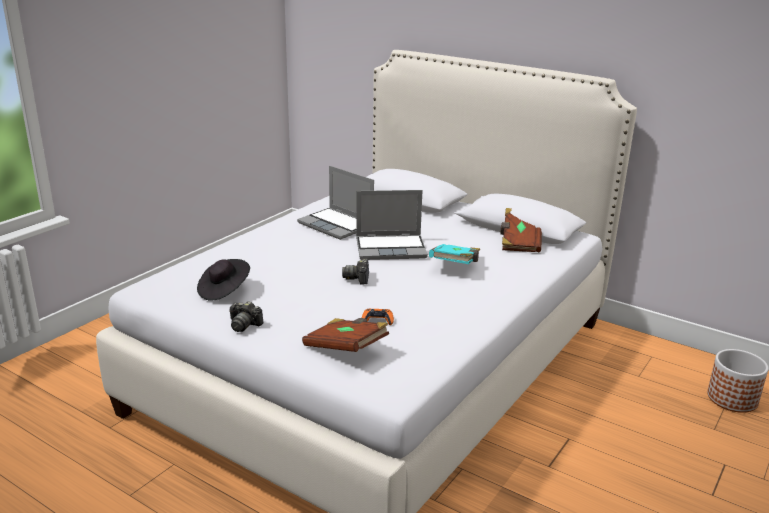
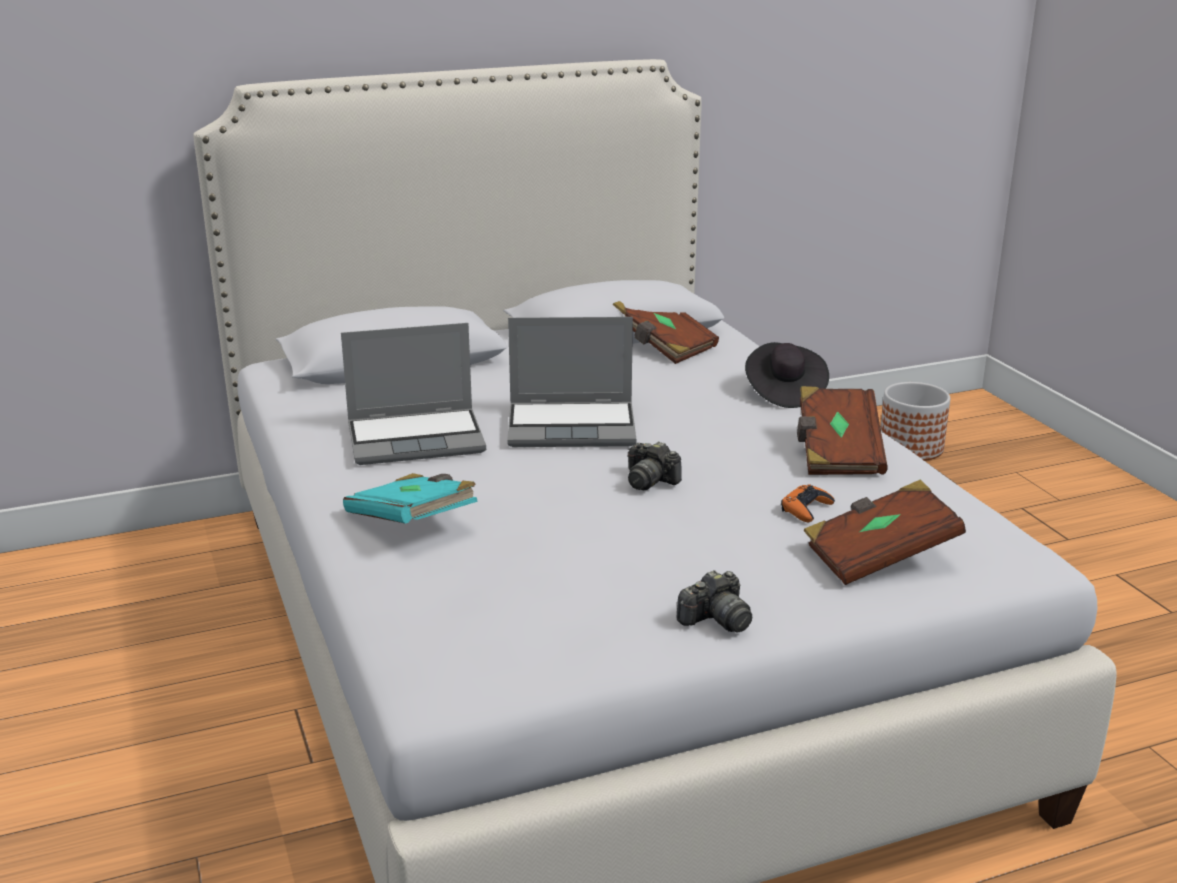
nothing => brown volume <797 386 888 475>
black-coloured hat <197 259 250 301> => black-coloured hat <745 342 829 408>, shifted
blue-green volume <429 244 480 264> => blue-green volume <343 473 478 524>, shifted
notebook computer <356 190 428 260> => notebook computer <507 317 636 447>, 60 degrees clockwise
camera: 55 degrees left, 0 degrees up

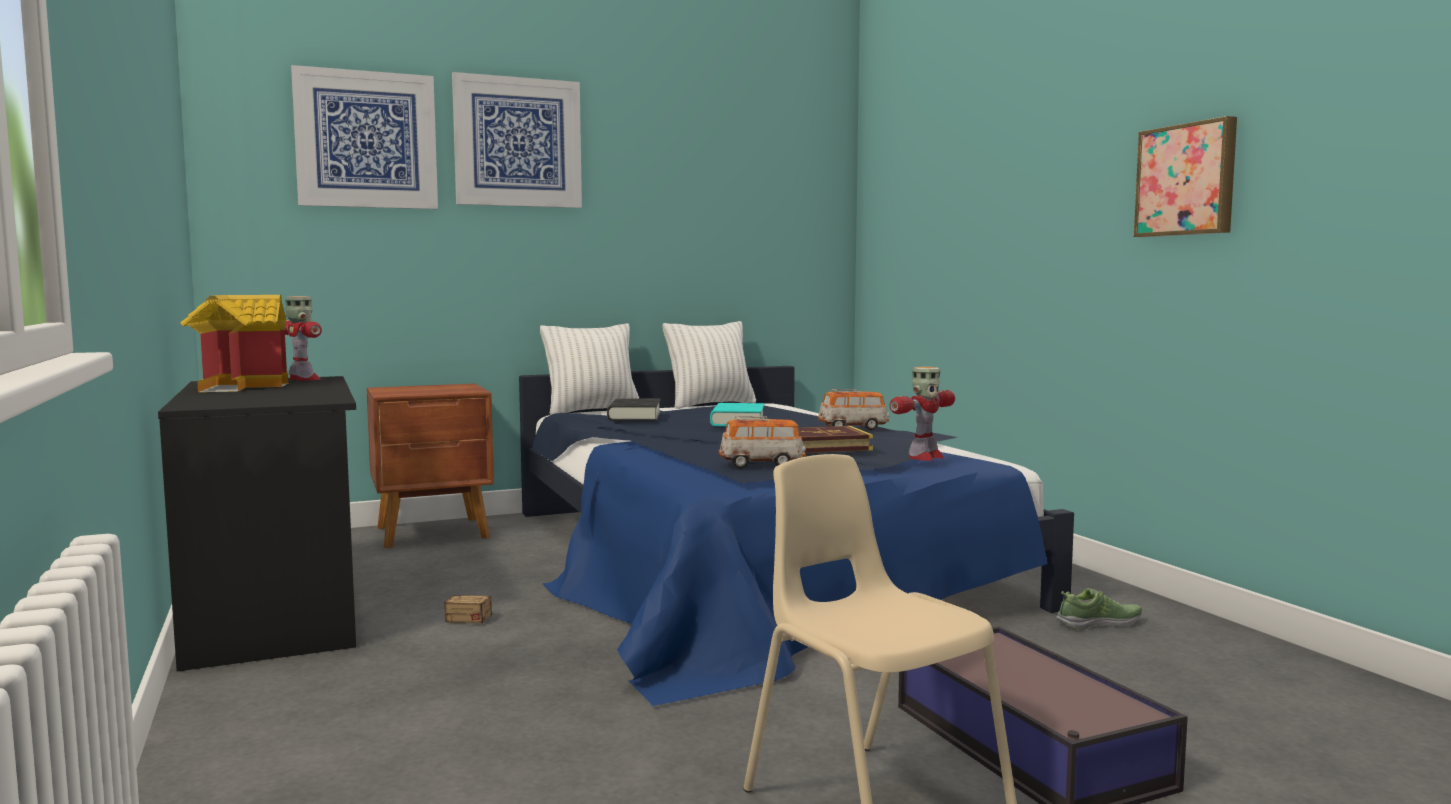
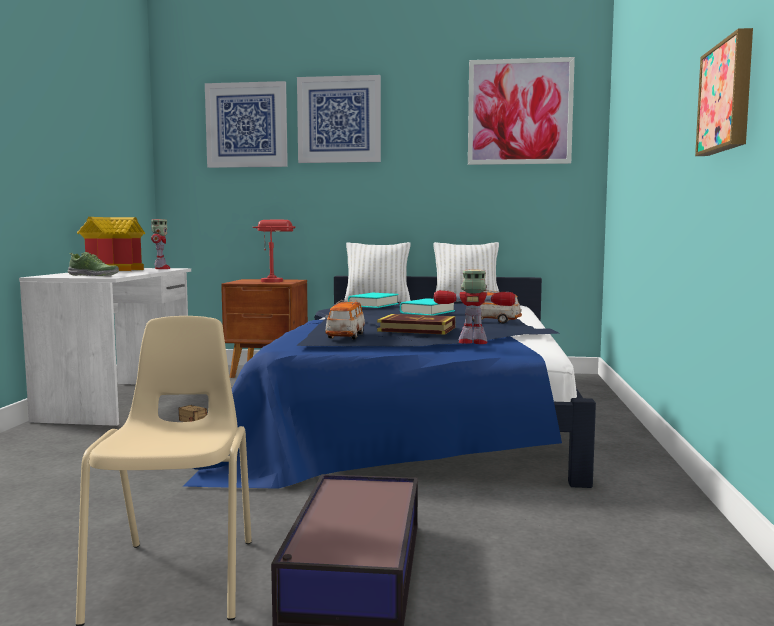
nothing => reddish tabletop lamp <252 220 295 282>
nothing => wall picture <468 57 575 165>
item of footwear <1056 588 1142 630> => item of footwear <68 252 119 276>, shifted
black-coloured desk unit <158 376 356 671> => whitish desk unit <19 268 191 426>
black-coloured volume <607 398 661 421> => blue-green volume <348 293 399 308>
toy car <718 416 806 469> => toy car <325 300 365 339>, 75 degrees clockwise
robot figure <889 367 955 461> => robot figure <434 269 516 344>, 150 degrees counterclockwise
camera: 30 degrees right, 0 degrees up

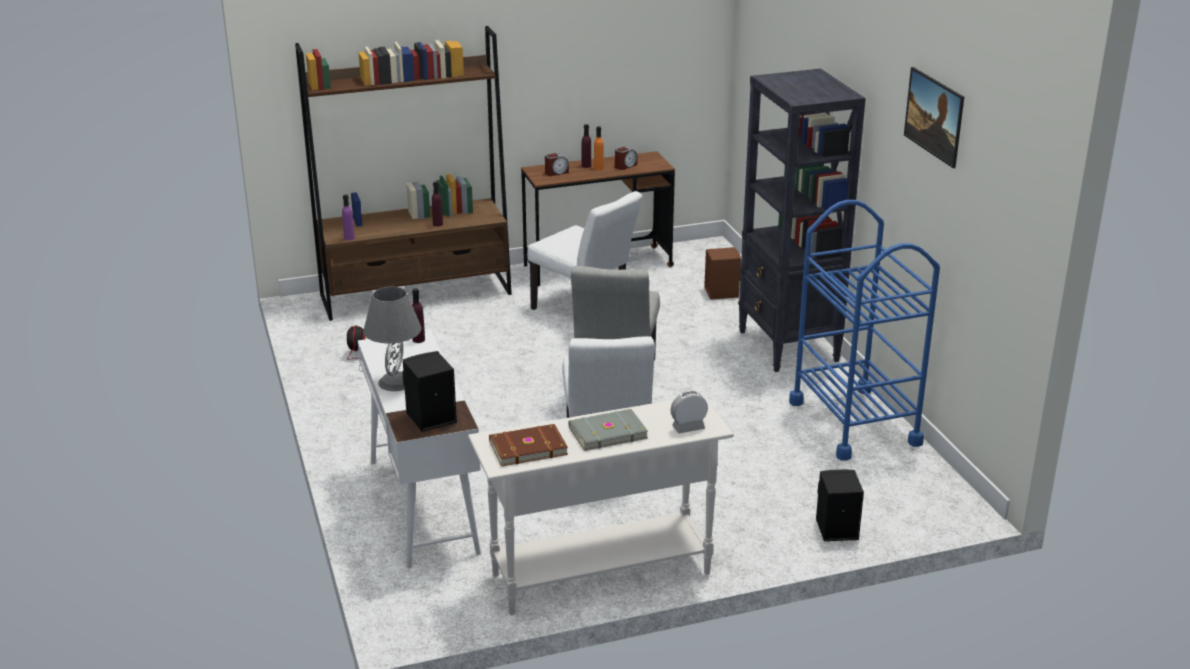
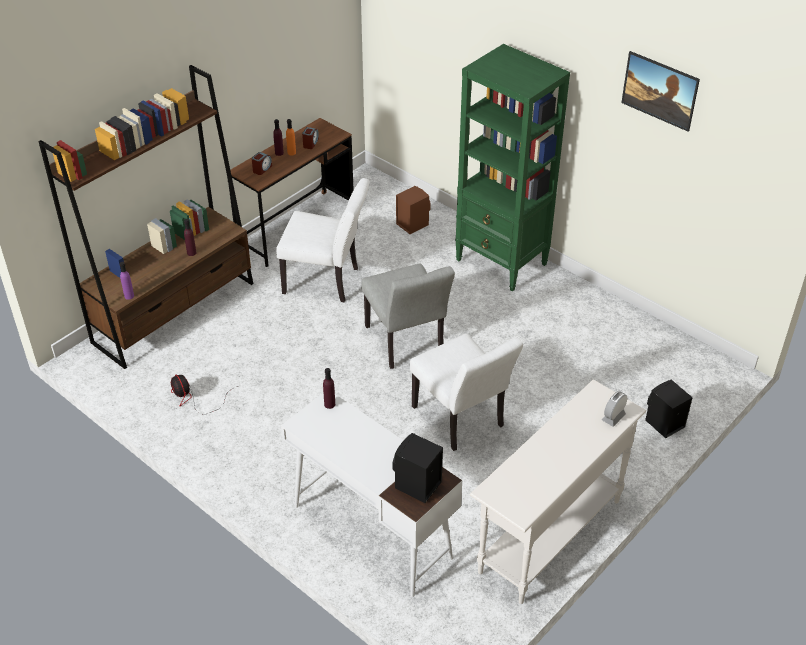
greyish tabletop lamp <363 286 421 391> => nothing
brown volume <489 424 568 466> => nothing
greyish volume <568 409 648 451> => nothing
bluish wheeled cart <789 200 940 461> => nothing
black-coloured bookcase <738 68 866 372> => greenish bookcase <455 44 570 291>
camera: 30 degrees left, 15 degrees up

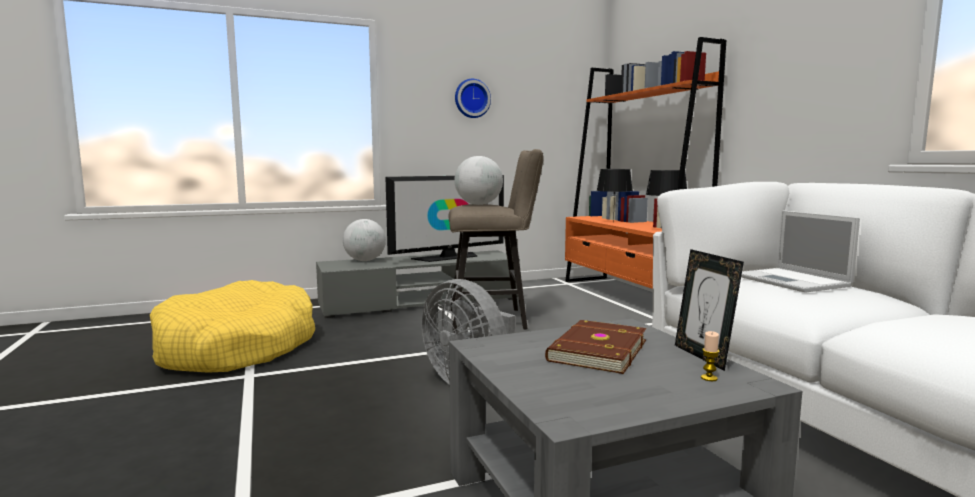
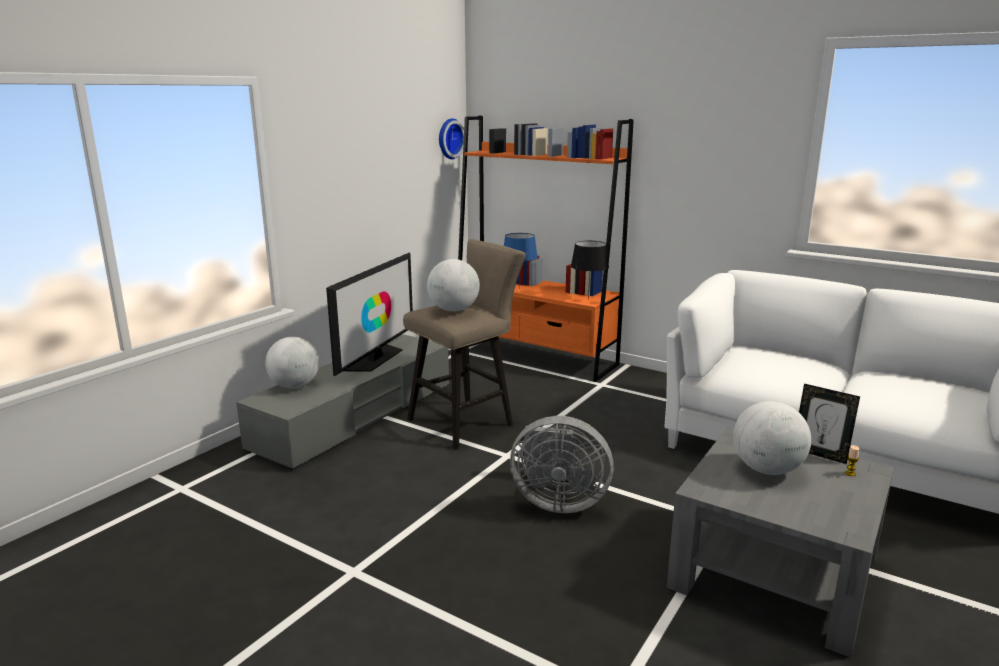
yellow pet bed <150 280 315 373> => nothing
notebook computer <741 211 860 293> => nothing
wall clock <455 79 491 118> => wall clock <439 118 464 159>, shifted
brown volume <545 320 647 374> => world globe <733 401 811 475>
black-coloured tabletop lamp <597 169 633 223> => bluish tabletop lamp <504 233 538 289>
camera: 35 degrees left, 10 degrees up

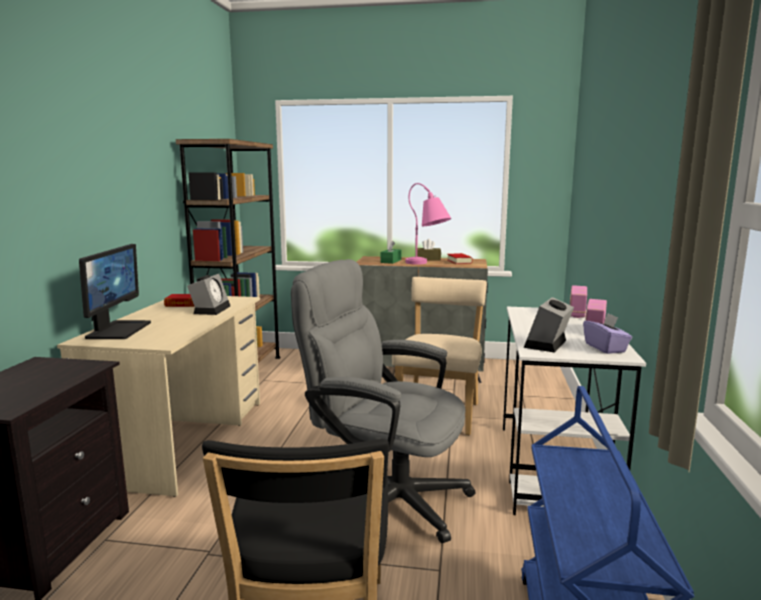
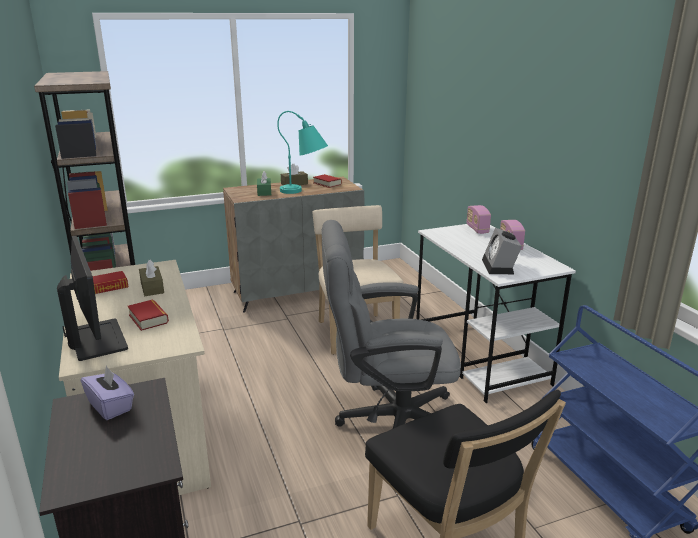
nothing => volume <127 300 169 331>
purplish tissue box <583 313 632 354> => purplish tissue box <81 365 134 420>, shifted
alarm clock <187 274 230 315> => brown tissue box <139 260 164 296>
pink tabletop lamp <405 183 451 265> => blue-green tabletop lamp <277 111 328 194>
camera: 30 degrees left, 10 degrees up

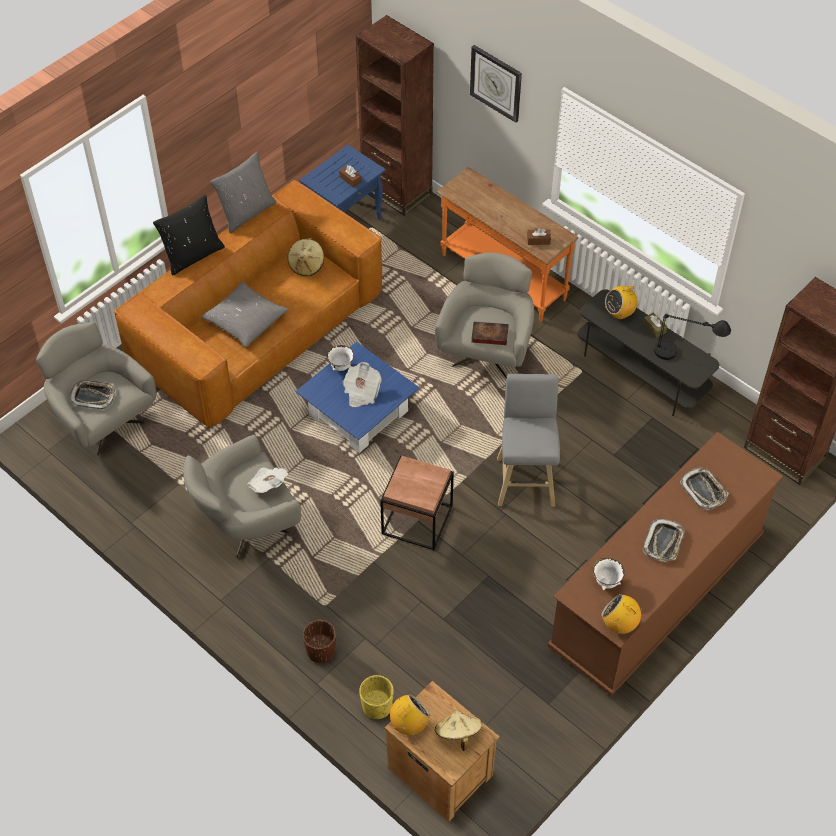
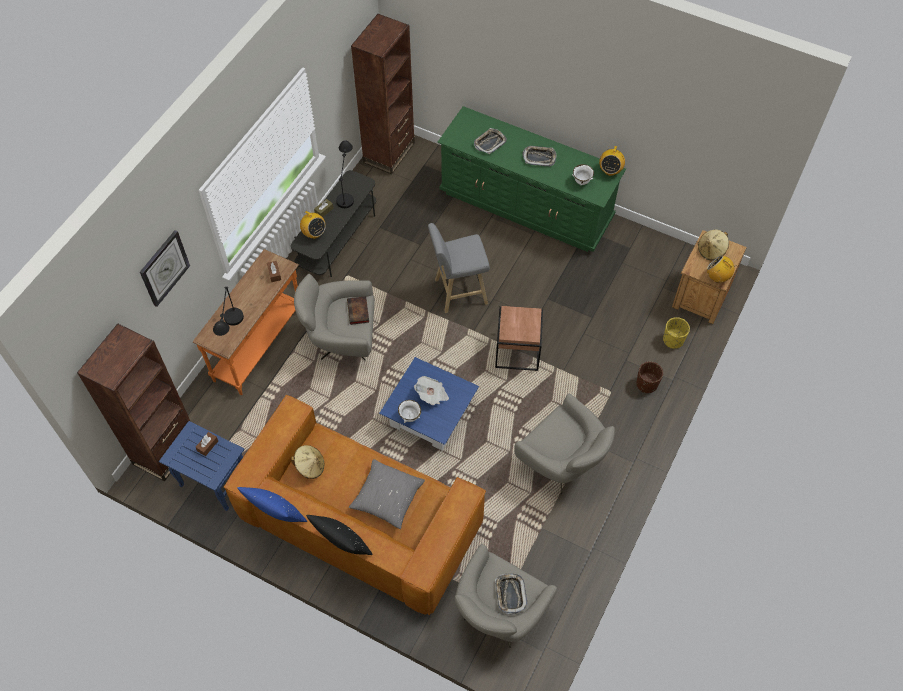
printed paper <247 467 288 493> => nothing
nothing => black-coloured tabletop lamp <213 287 244 336>
greyish throw pillow <210 152 276 233> => bluish throw pillow <237 487 307 522>
brown dresser <548 432 783 696> => greenish dresser <437 106 626 252>
camera: 105 degrees left, 5 degrees up

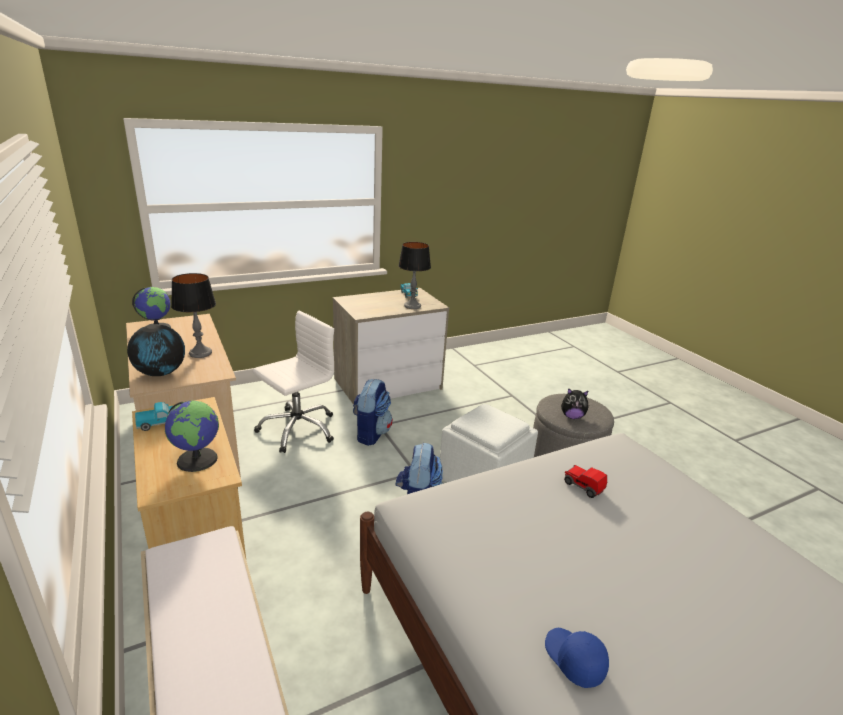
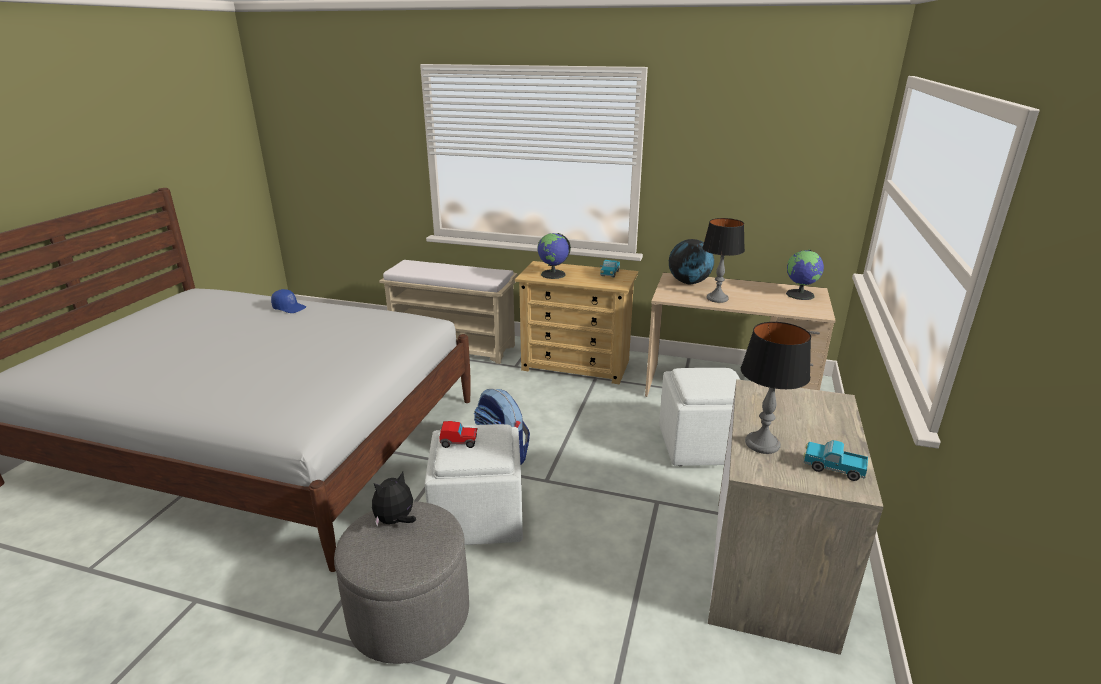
rucksack <353 379 393 446> => nothing
toy car <564 465 607 498> => toy car <439 421 478 448>, shifted
whitish computer chair <253 311 334 453> => whitish ottoman <659 368 741 466>
camera: 135 degrees right, 0 degrees up

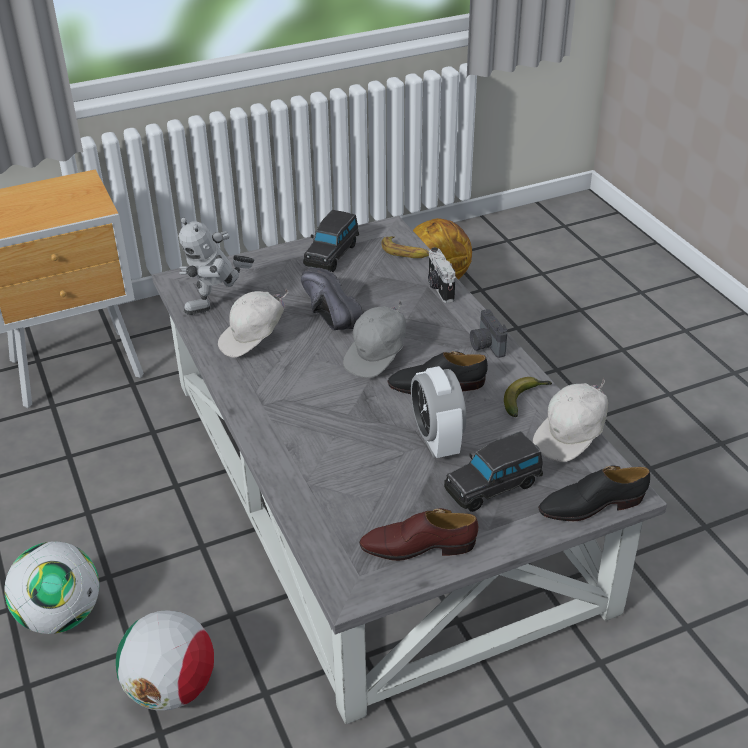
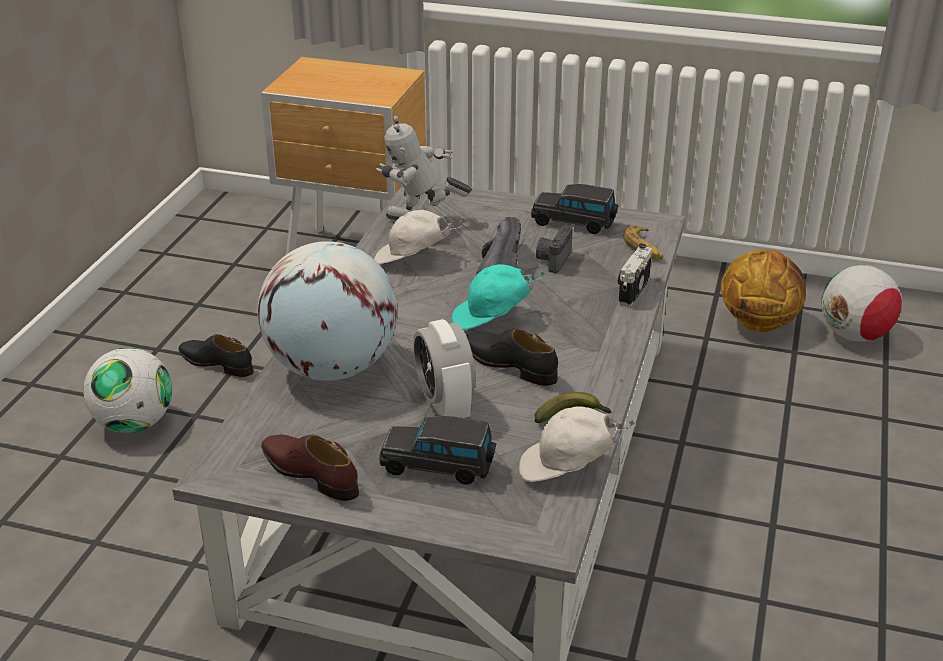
nothing => world globe <258 241 397 381>
football <116 610 214 710> => football <821 265 902 342>, shifted
still camera <470 309 507 358> => still camera <536 225 573 273>, shifted
black-coloured item of footwear <538 465 650 521> => black-coloured item of footwear <178 334 254 377>, shifted
greyish peaked cap <343 300 406 378> => blue-green peaked cap <451 264 545 330>
black-coloured toy car <303 210 359 272> => black-coloured toy car <531 184 619 234>, 45 degrees clockwise
alarm clock <411 366 466 458> => alarm clock <413 319 476 418>, 45 degrees counterclockwise
camera: 40 degrees right, 5 degrees down

